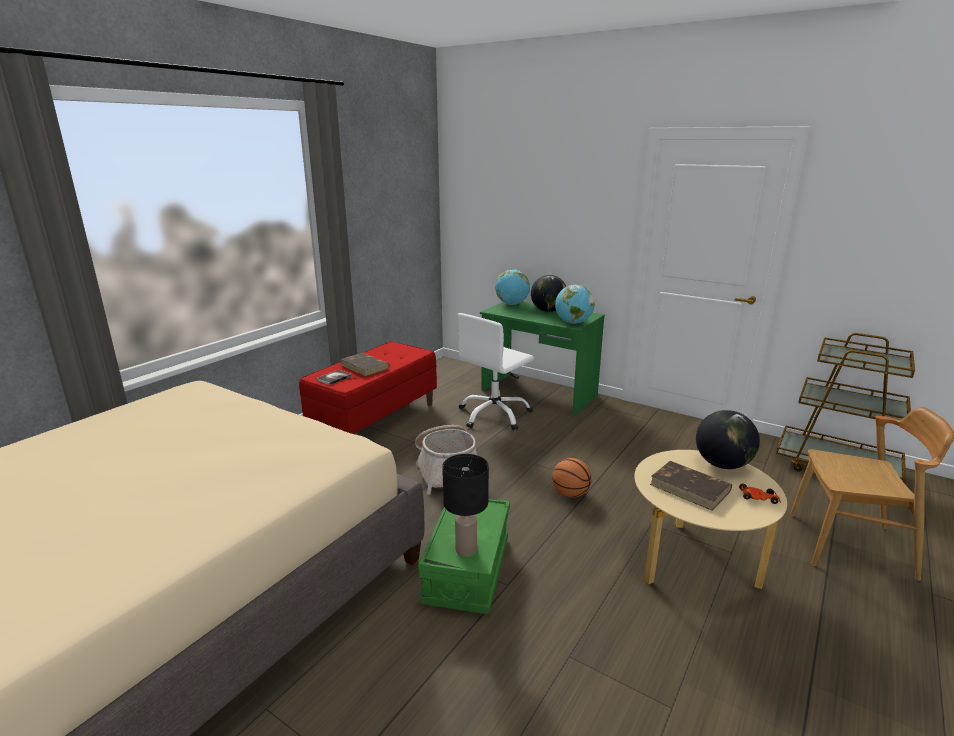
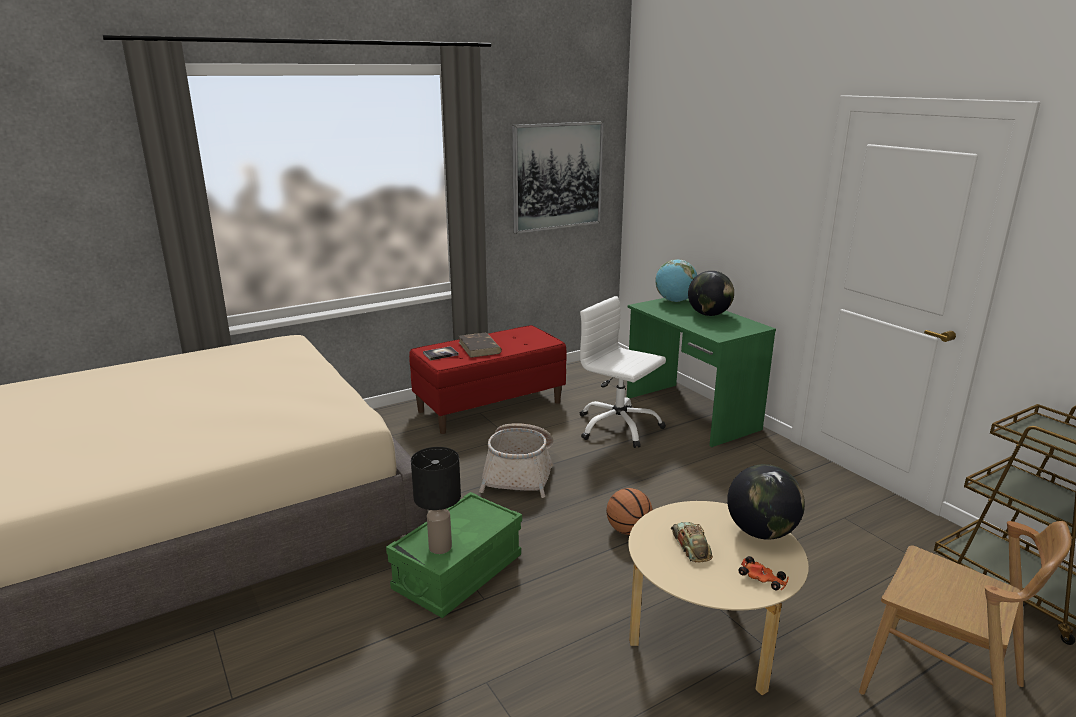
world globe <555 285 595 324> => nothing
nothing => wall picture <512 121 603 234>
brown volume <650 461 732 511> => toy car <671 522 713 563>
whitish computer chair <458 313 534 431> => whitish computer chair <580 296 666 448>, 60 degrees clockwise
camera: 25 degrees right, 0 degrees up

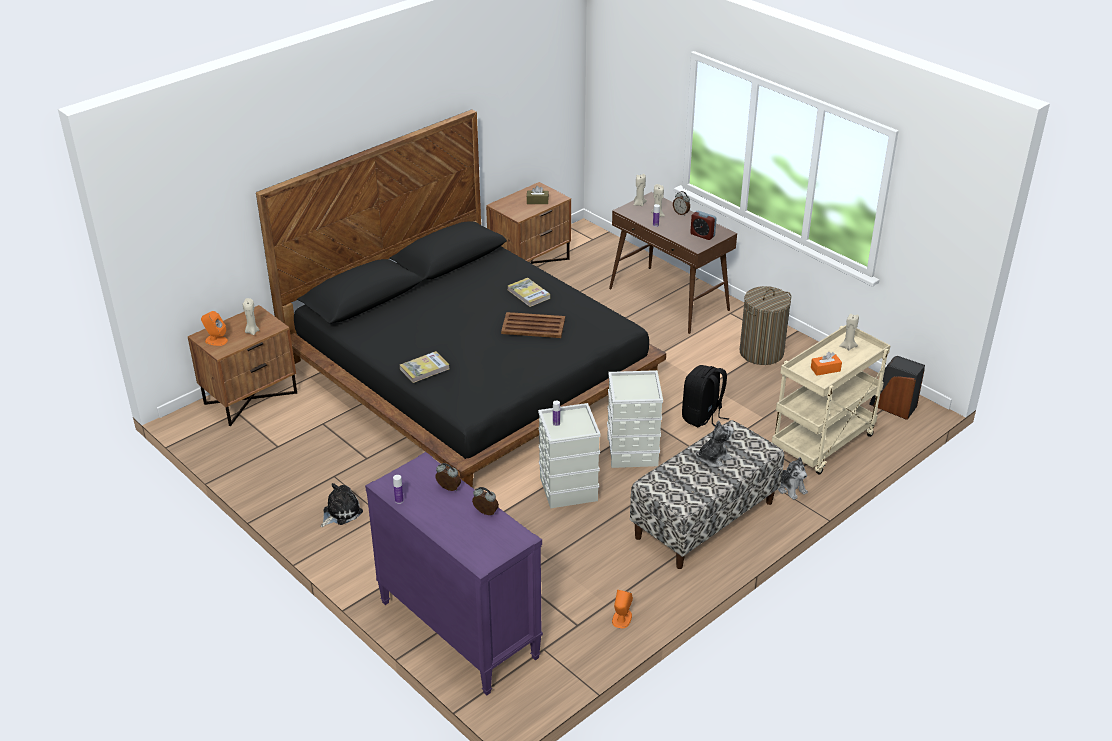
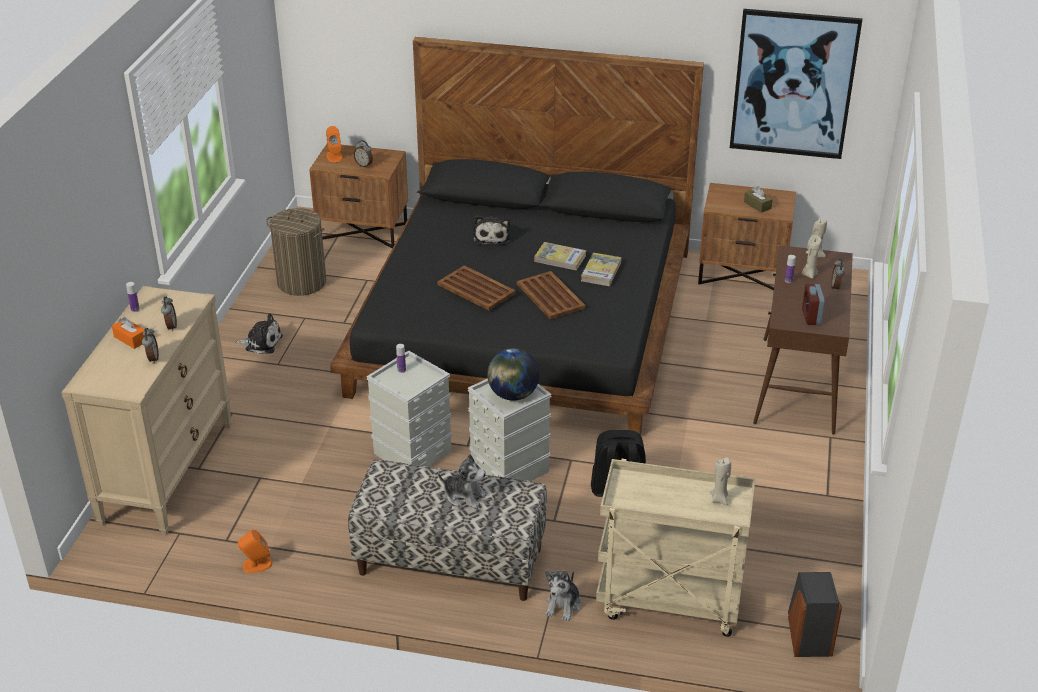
nothing => brown carrying tray <437 265 516 311>
nothing => plush toy <473 216 510 245>
nothing => world globe <487 348 540 401>
nothing => wall picture <730 9 862 159>
volume <400 351 450 383> => volume <534 242 586 271>, shifted
laundry basket <740 286 791 365> => laundry basket <266 208 326 296>, shifted
orange-coloured tissue box <811 352 842 376> => orange-coloured tissue box <112 317 145 349>, shifted
beige wax candle <243 298 259 335> => alarm clock <354 140 373 168>
purplish dresser <365 452 543 695> => beige dresser <61 286 232 535>
camera: 55 degrees right, 0 degrees up

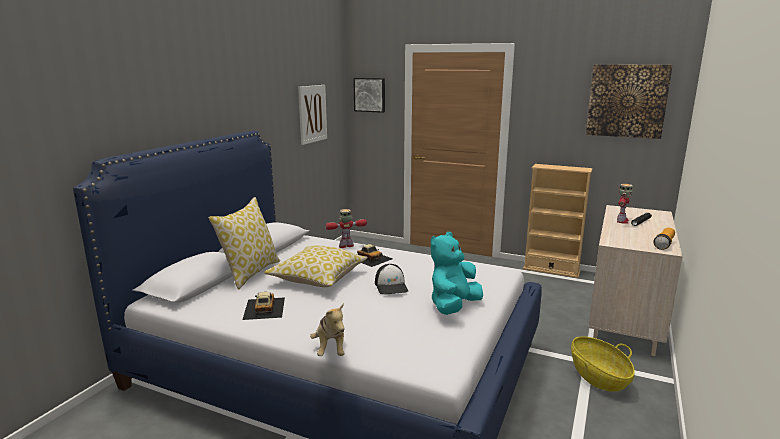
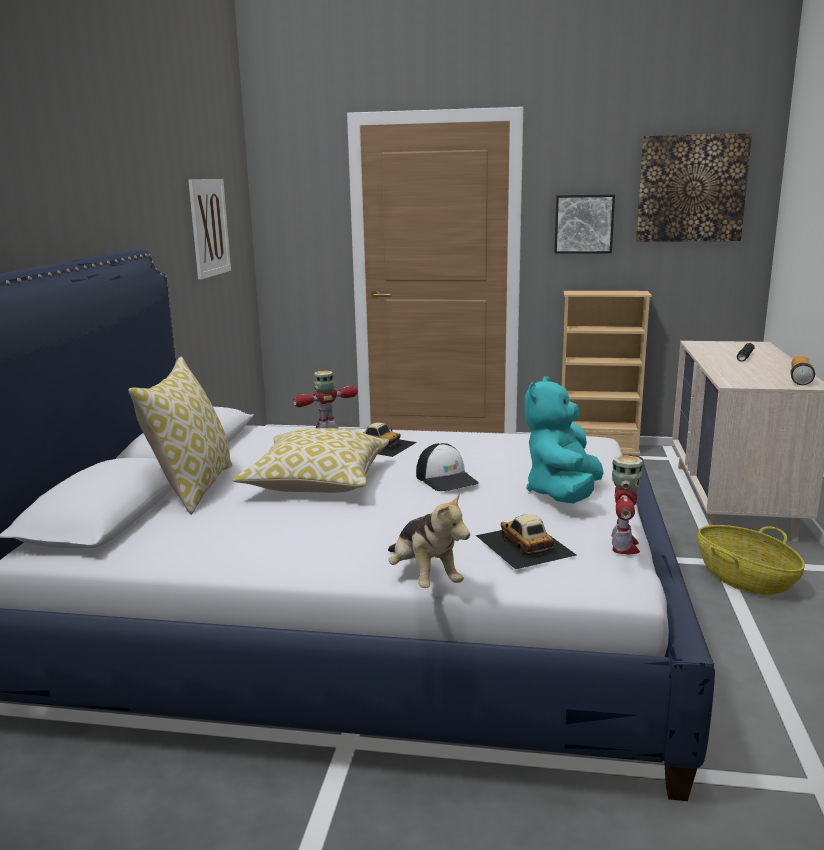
toy car <242 292 285 320> => toy car <476 514 577 569>, shifted
wall picture <353 78 385 113> => wall picture <554 194 615 254>, shifted
robot figure <617 184 633 224> => robot figure <611 455 643 554>, shifted
camera: 15 degrees left, 0 degrees up

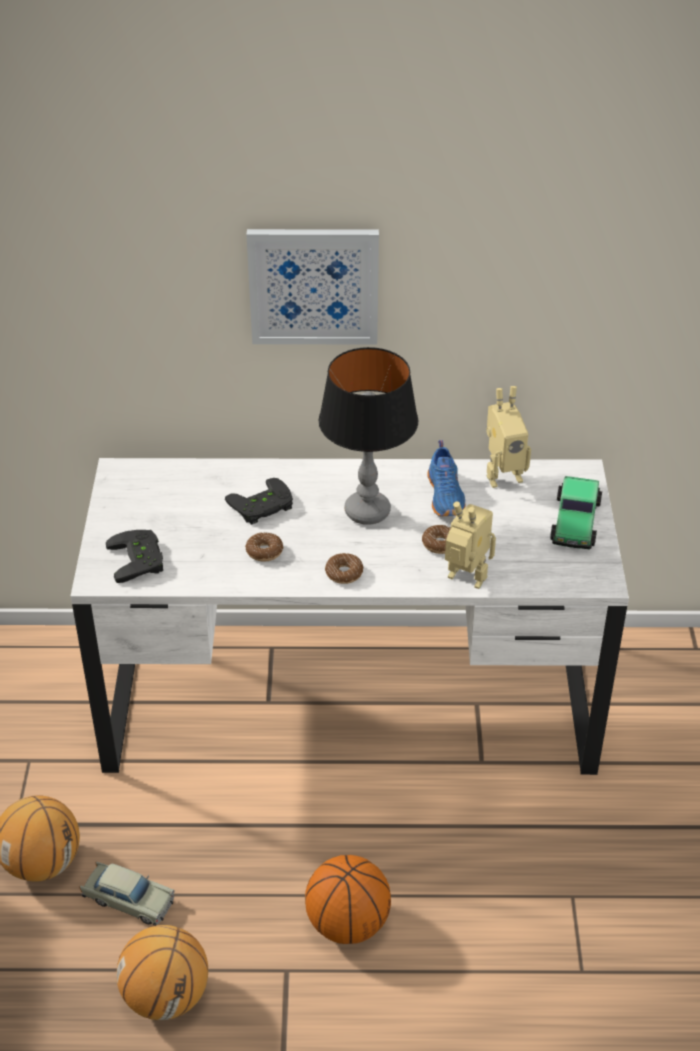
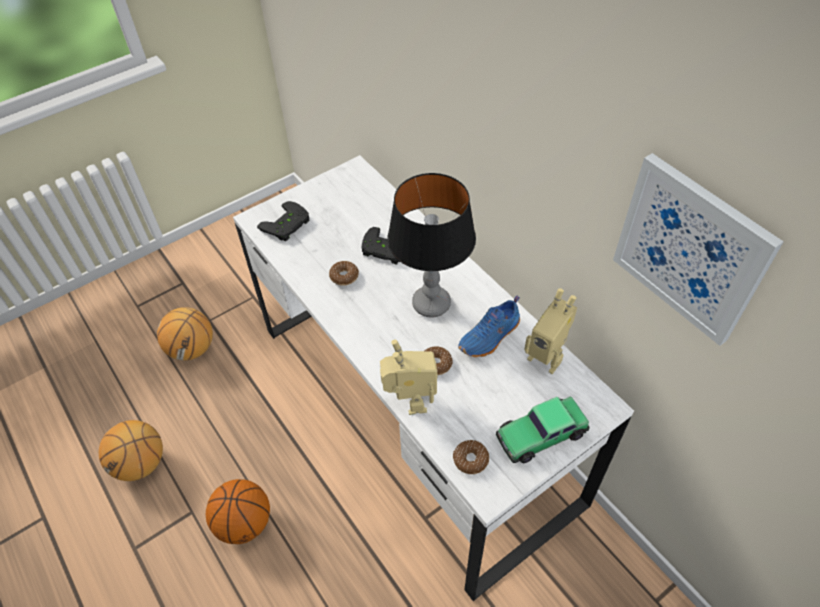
beige toy car <79 862 175 926> => nothing
wall picture <246 229 379 345> => wall picture <613 153 784 346>, shifted
doughnut <325 553 364 584> => doughnut <453 440 489 474>, shifted
camera: 55 degrees right, 10 degrees up

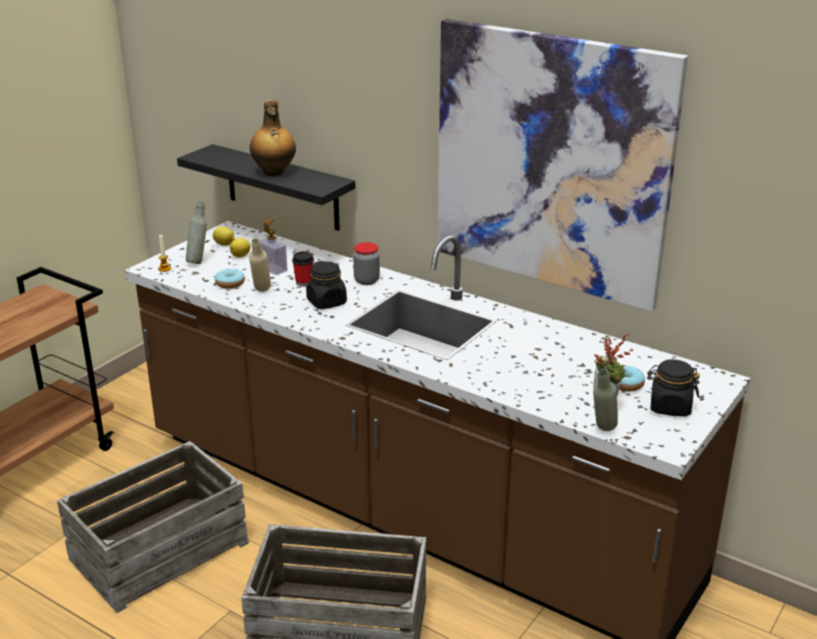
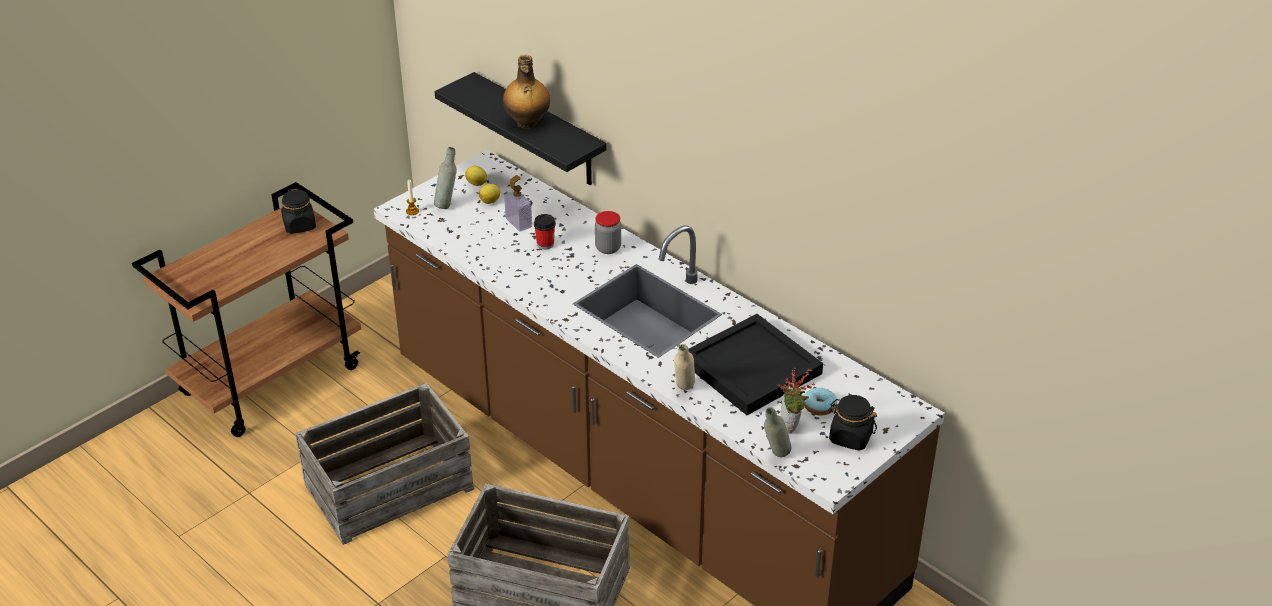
doughnut <215 269 245 289> => nothing
wall picture <438 19 688 311> => nothing
nothing => black-coloured carrying tray <688 314 823 415>
beige drink bottle <249 238 271 292> => beige drink bottle <674 344 695 390>, shifted
black-coloured jar <306 261 347 309> => black-coloured jar <281 188 316 234>, shifted
camera: 10 degrees right, 10 degrees up

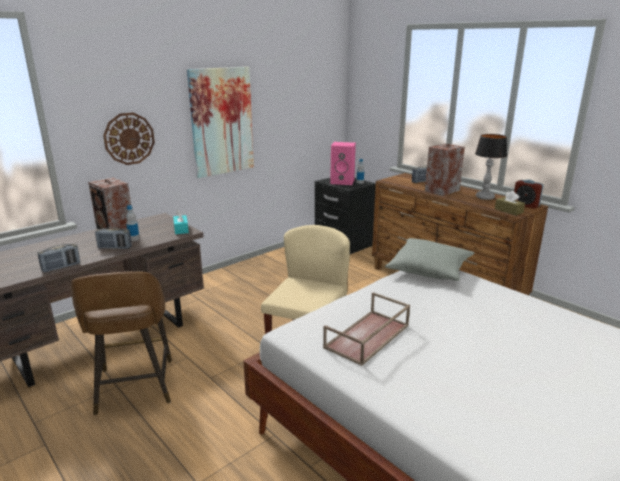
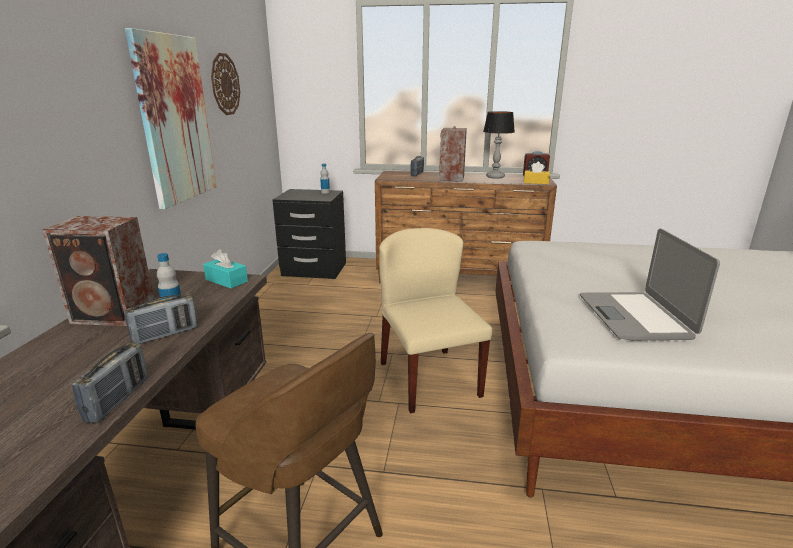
pink loudspeaker <330 142 356 185> => nothing
greyish throw pillow <385 238 474 281> => nothing
wall clock <103 112 155 165> => wall clock <211 53 240 115>, shifted
brown carrying tray <323 292 410 366> => notebook computer <580 229 720 340>
brown tissue box <495 191 525 216> => yellow tissue box <524 162 550 184>
camera: 40 degrees left, 0 degrees up

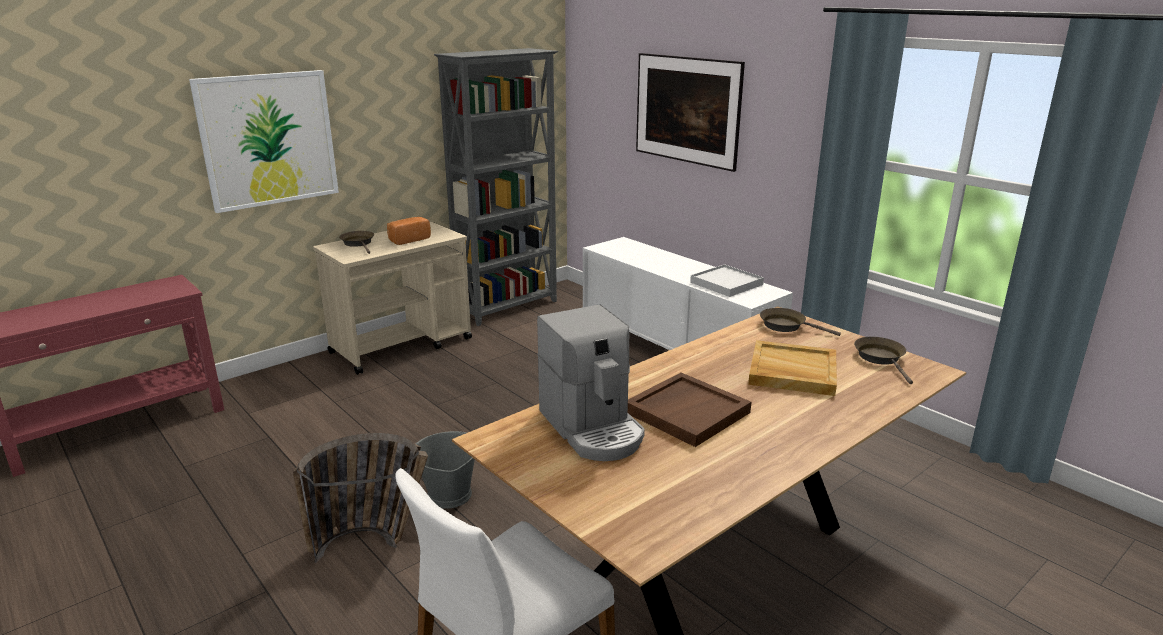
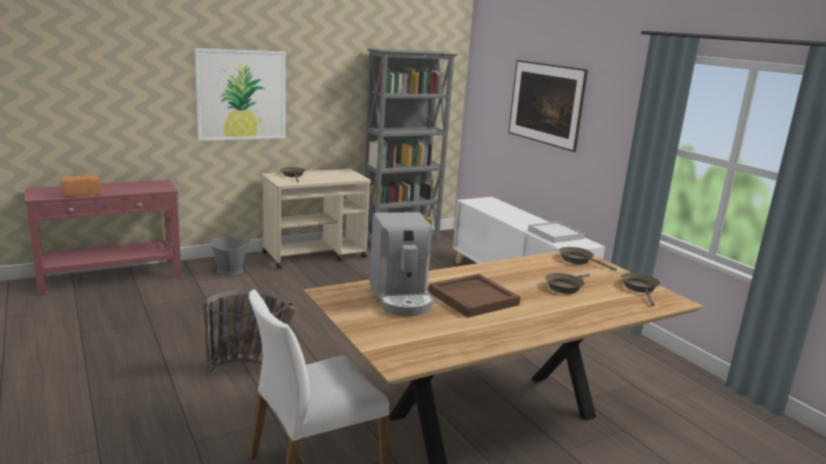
bread <387 217 431 245> => bread <62 175 101 197>, shifted
greyish bucket <416 431 475 509> => greyish bucket <208 236 250 276>, shifted
beige carrying tray <748 340 837 396> => brown frying pan <545 273 590 294>
camera: 10 degrees right, 5 degrees down

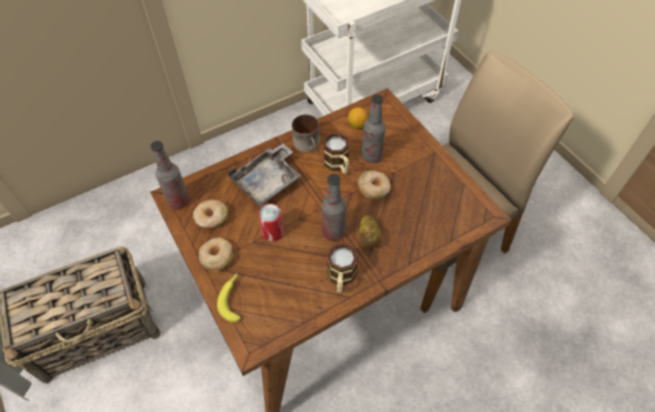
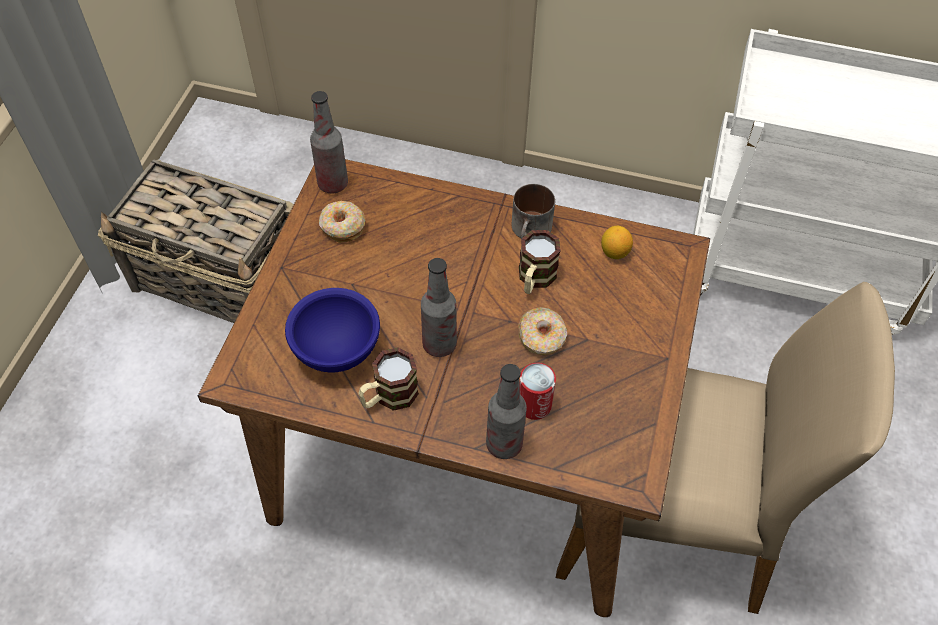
doughnut <199 237 233 272> => nothing
banana <217 273 241 322> => nothing
greyish carrying tray <228 143 301 206> => nothing
potato <359 215 381 247> => nothing
nothing => bluish deep dish <285 288 380 372>
sealed can <258 204 284 241> => sealed can <519 363 556 420>, shifted
drink bottle <361 94 386 163> => drink bottle <486 364 527 459>, shifted
camera: 45 degrees right, 0 degrees up

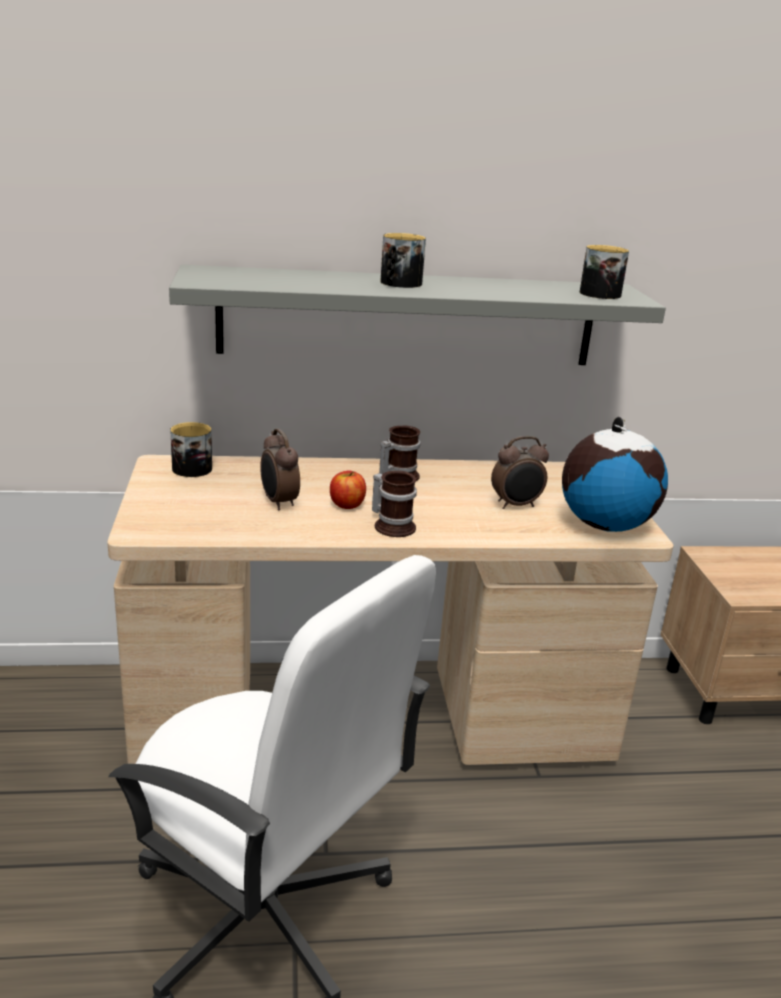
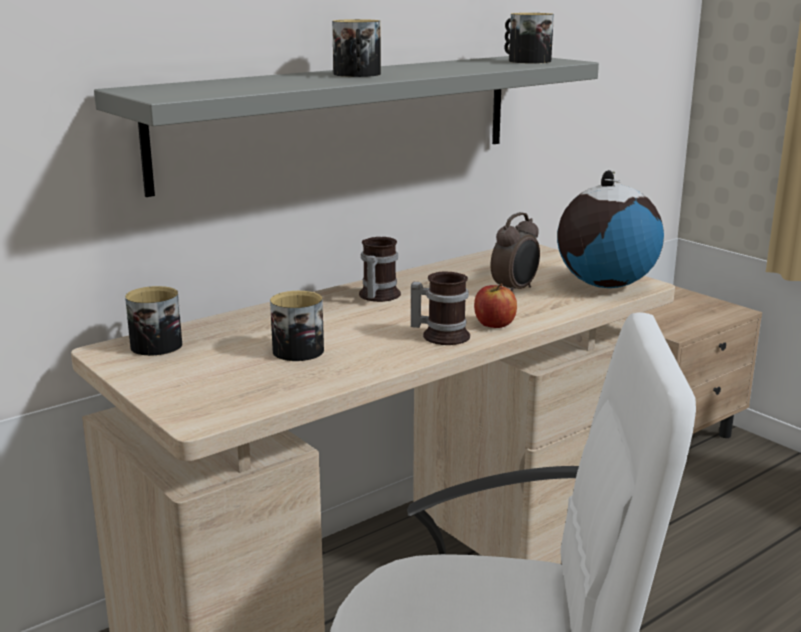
whole apple <330 471 366 509> => whole apple <474 283 517 328>, shifted
alarm clock <260 429 300 510> => tea mug <270 291 324 361>
camera: 30 degrees left, 5 degrees down

